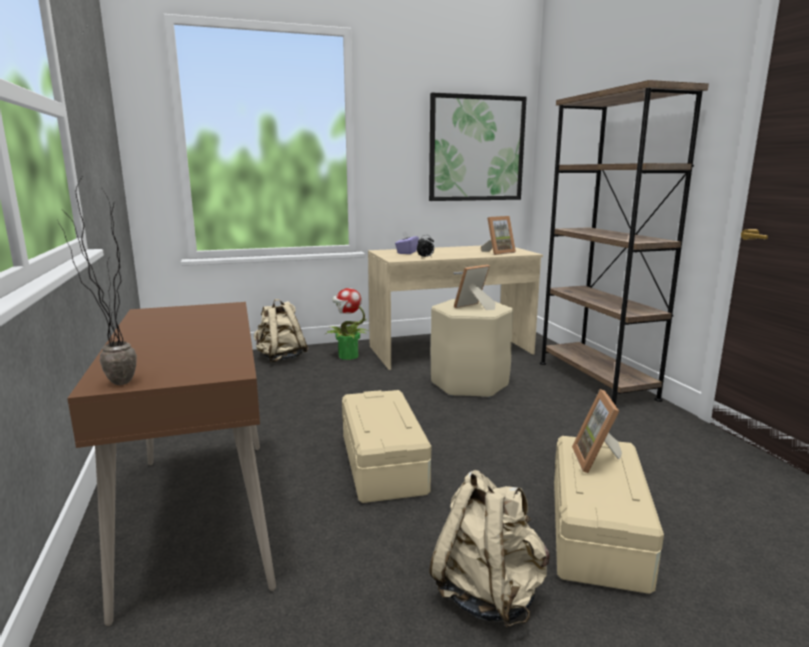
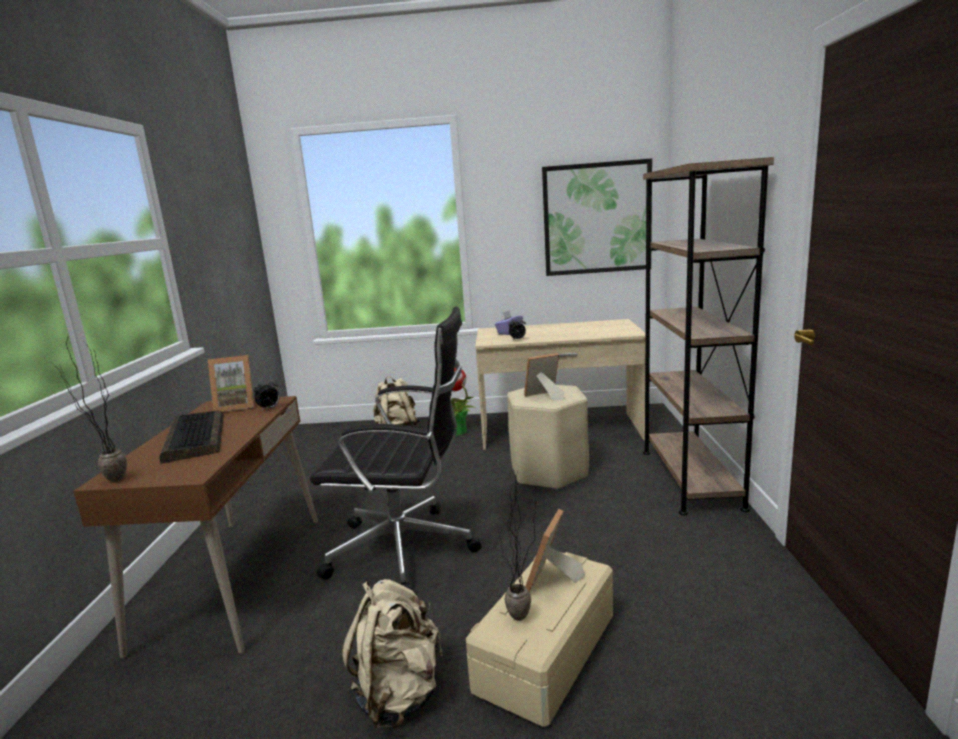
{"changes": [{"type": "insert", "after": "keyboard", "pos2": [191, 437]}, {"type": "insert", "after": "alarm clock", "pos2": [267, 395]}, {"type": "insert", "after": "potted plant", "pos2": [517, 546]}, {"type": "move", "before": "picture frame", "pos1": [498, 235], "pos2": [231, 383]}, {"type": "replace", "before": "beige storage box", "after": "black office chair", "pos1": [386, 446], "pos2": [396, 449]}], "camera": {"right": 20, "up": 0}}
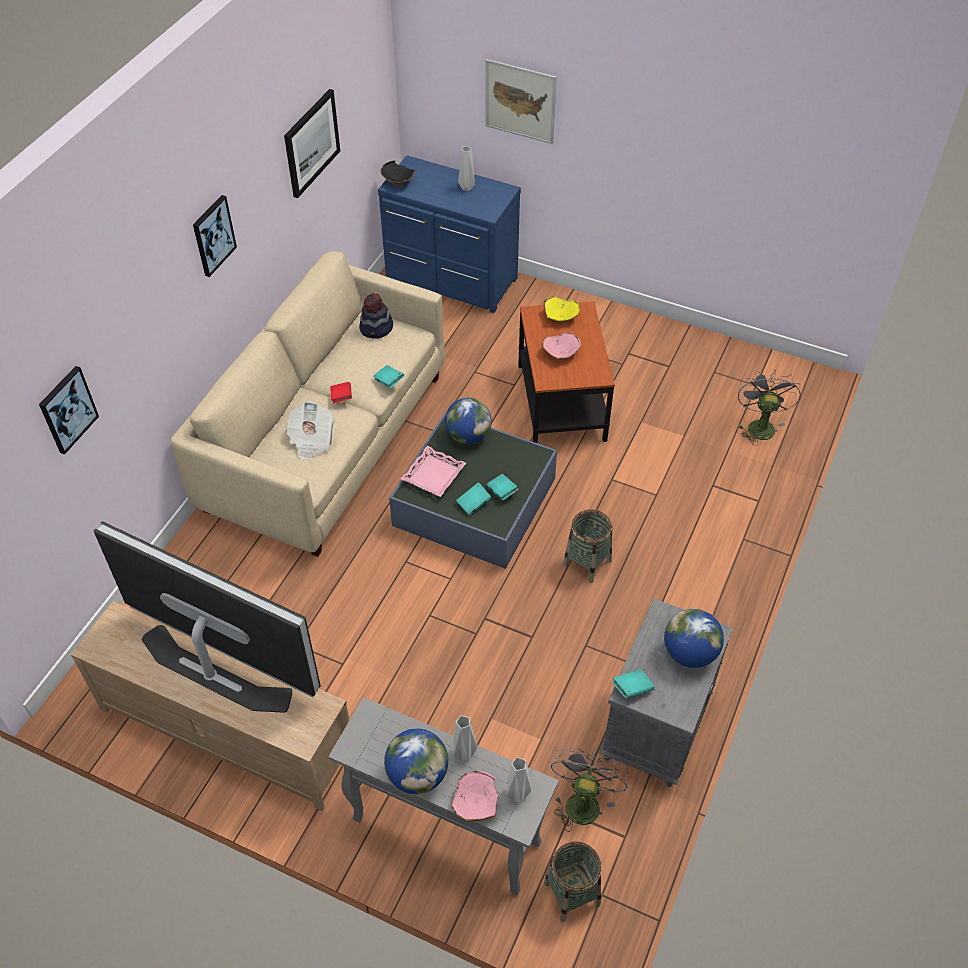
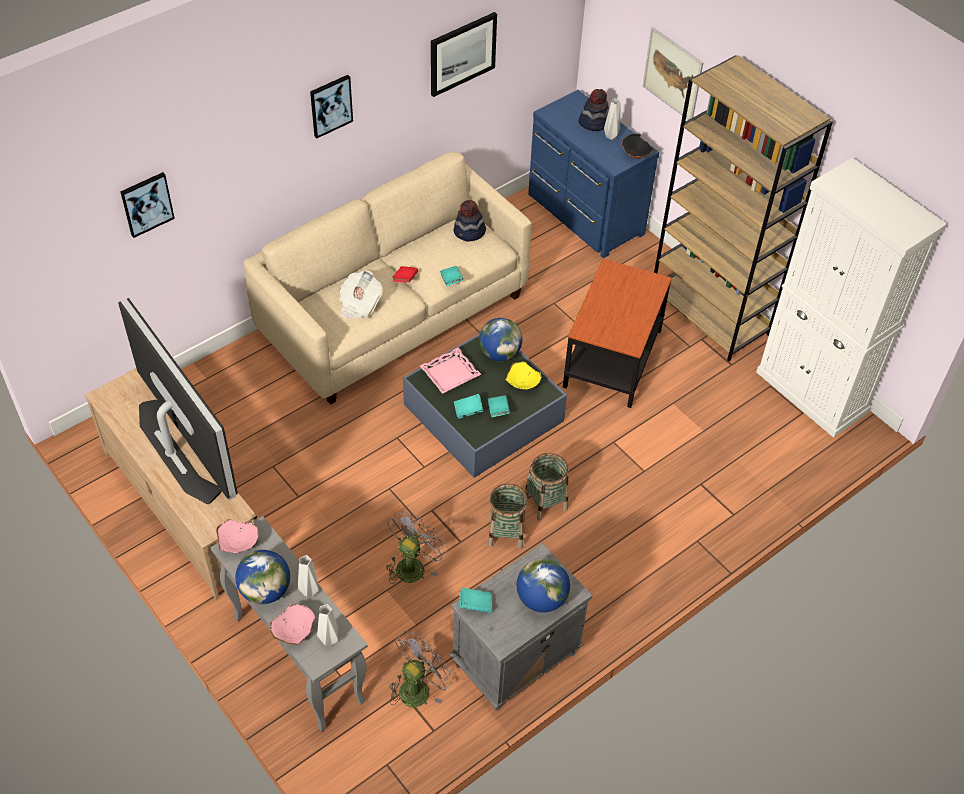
{"changes": [{"type": "insert", "after": "hat", "pos2": [593, 110]}, {"type": "insert", "after": "brown bookcase", "pos2": [743, 208]}, {"type": "insert", "after": "white cabinet", "pos2": [851, 298]}, {"type": "move", "before": "black bowl", "pos1": [398, 173], "pos2": [637, 146]}, {"type": "move", "before": "pink bowl", "pos1": [561, 346], "pos2": [237, 536]}, {"type": "move", "before": "yellow bowl", "pos1": [561, 309], "pos2": [523, 375]}, {"type": "move", "before": "basket", "pos1": [573, 881], "pos2": [508, 516]}, {"type": "move", "before": "grey fan", "pos1": [769, 408], "pos2": [416, 547]}], "camera": {"right": 25, "up": 0}}
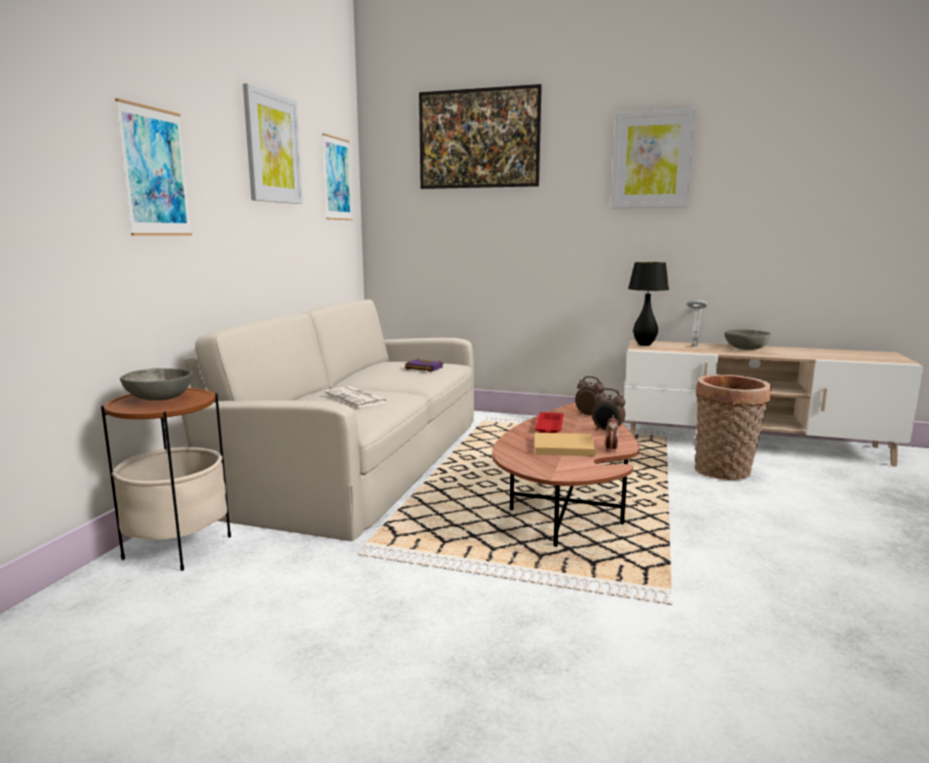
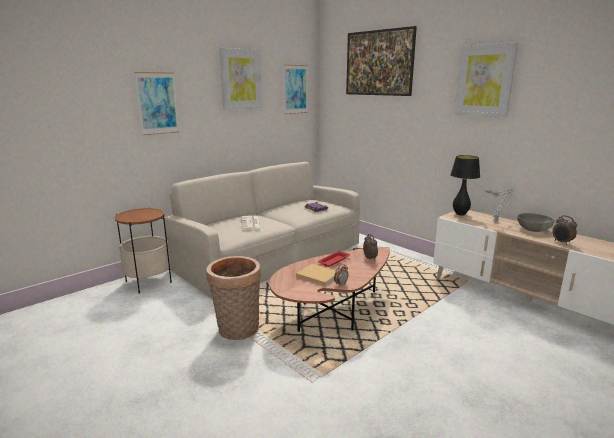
{"changes": [{"type": "delete", "before": "grey bowl", "pos1": [156, 384]}, {"type": "move", "before": "alarm clock", "pos1": [608, 409], "pos2": [565, 230]}, {"type": "move", "before": "basket", "pos1": [733, 427], "pos2": [233, 298]}], "camera": {"right": 30, "up": 5}}
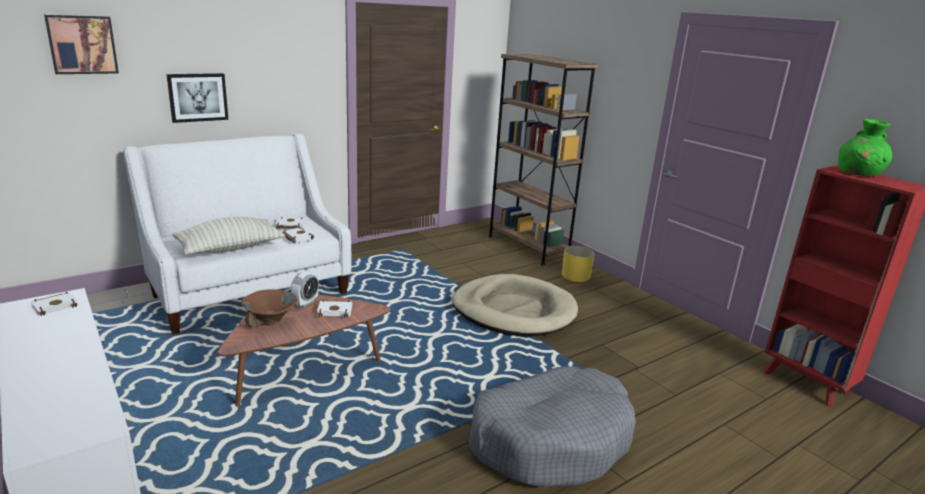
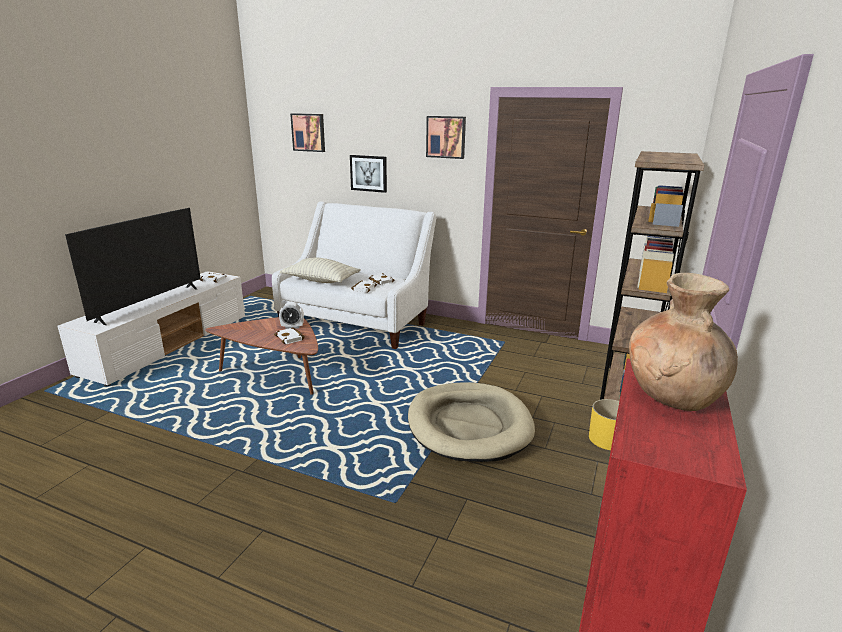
{"changes": [{"type": "delete", "before": "brown bowl", "pos1": [269, 308]}, {"type": "delete", "before": "grey dog bed", "pos1": [552, 427]}, {"type": "insert", "after": "television", "pos2": [133, 266]}, {"type": "insert", "after": "picture", "pos2": [446, 137]}, {"type": "recolor", "before": "green vase", "after": "brown vase", "pos1": [865, 148], "pos2": [683, 342]}], "camera": {"right": 60, "up": 0}}
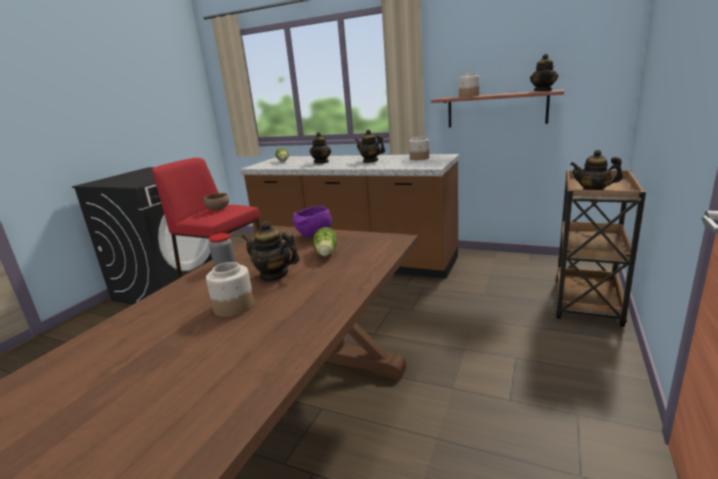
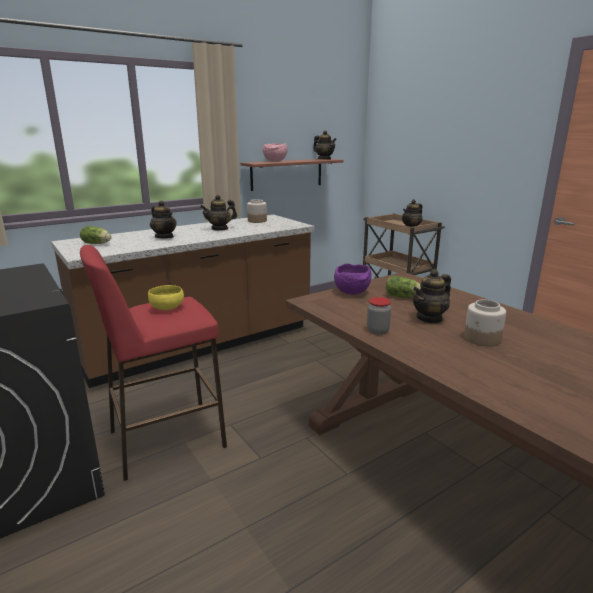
{"changes": [{"type": "replace", "before": "jar", "after": "pink bowl", "pos1": [469, 85], "pos2": [275, 152]}, {"type": "recolor", "before": "brown bowl", "after": "yellow bowl", "pos1": [216, 201], "pos2": [166, 297]}], "camera": {"right": -60, "up": 0}}
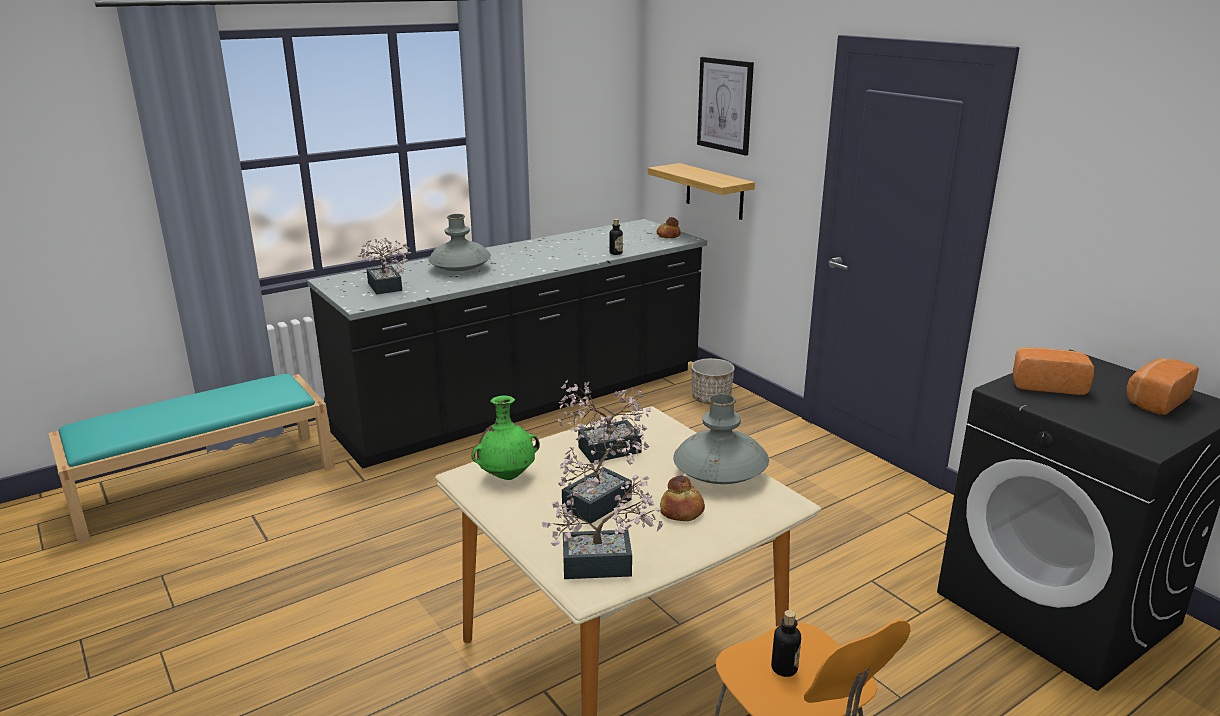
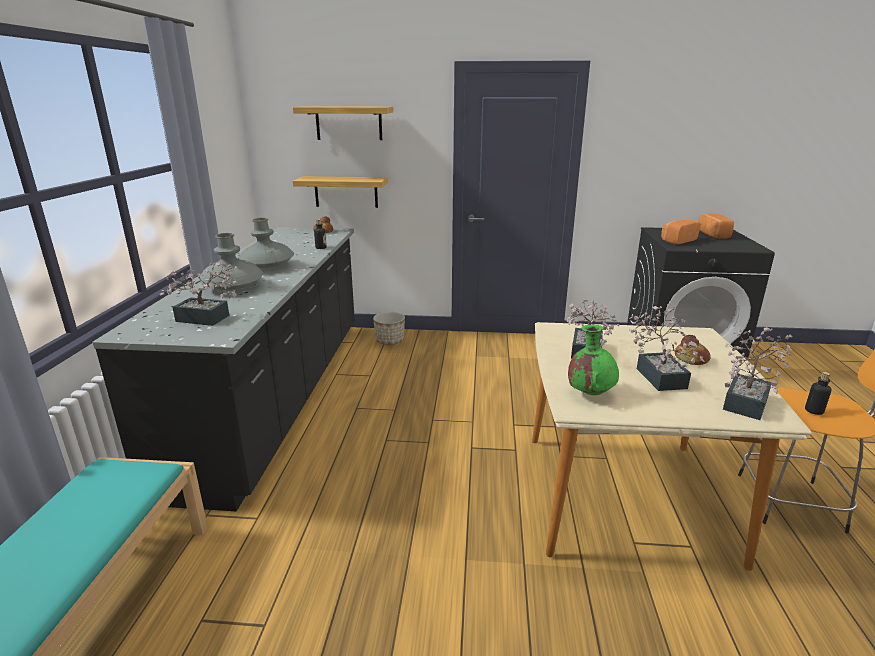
{"changes": [{"type": "move", "before": "grey vase", "pos1": [721, 438], "pos2": [266, 243]}, {"type": "replace", "before": "picture", "after": "shelf", "pos1": [725, 106], "pos2": [343, 123]}], "camera": {"right": -50, "up": 0}}
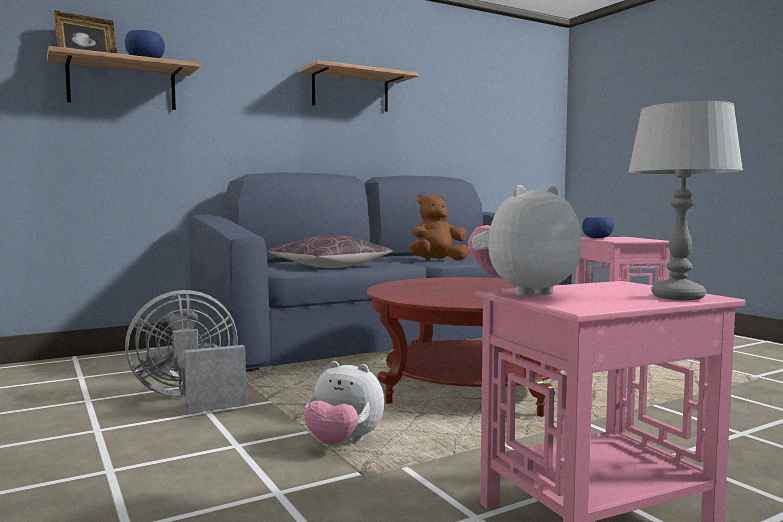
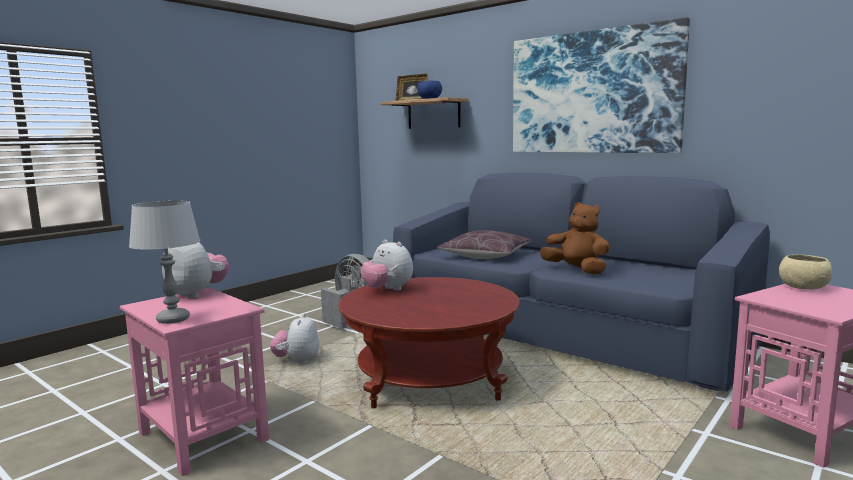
{"changes": [{"type": "insert", "after": "plush toy", "pos2": [387, 265]}, {"type": "replace", "before": "shelf", "after": "picture", "pos1": [359, 86], "pos2": [601, 85]}, {"type": "recolor", "before": "blue bowl", "after": "beige bowl", "pos1": [598, 227], "pos2": [805, 272]}], "camera": {"right": 70, "up": 5}}
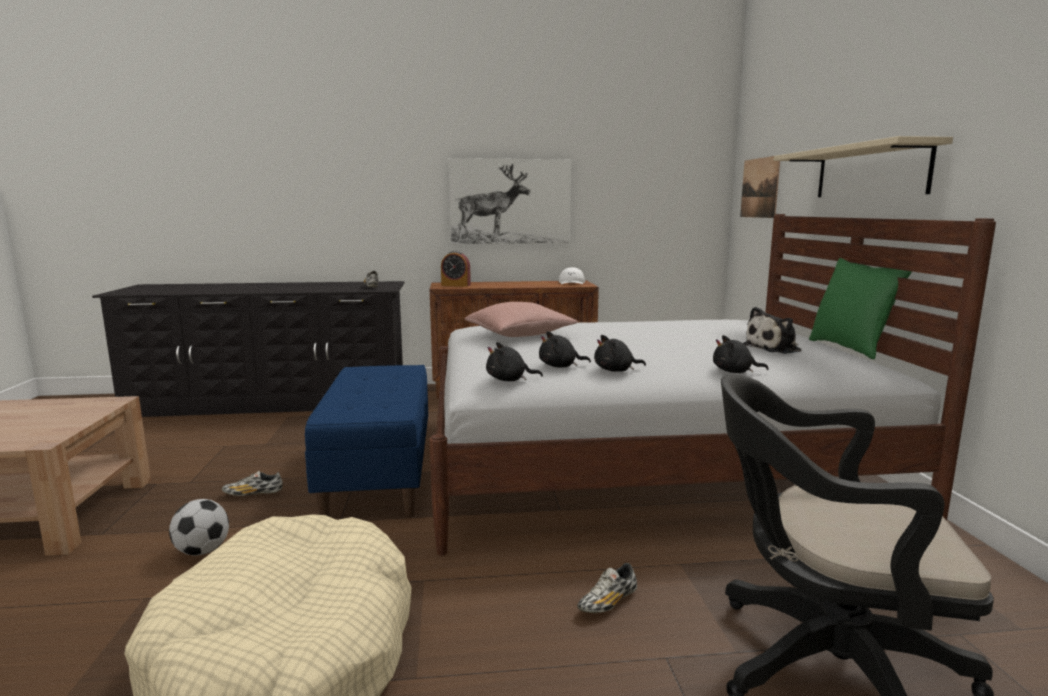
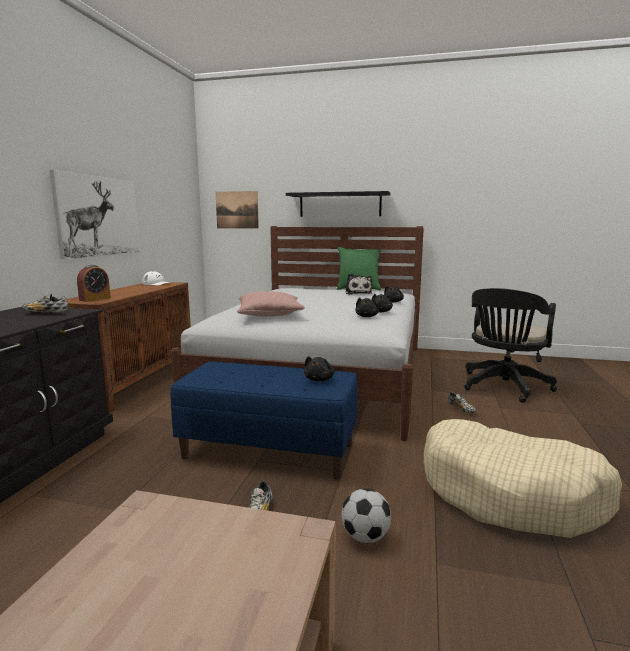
{"changes": [{"type": "move", "before": "black plush toy", "pos1": [514, 361], "pos2": [319, 368]}, {"type": "recolor", "before": "beige shelf", "after": "black shelf", "pos1": [863, 166], "pos2": [338, 204]}], "camera": {"right": -70, "up": 0}}
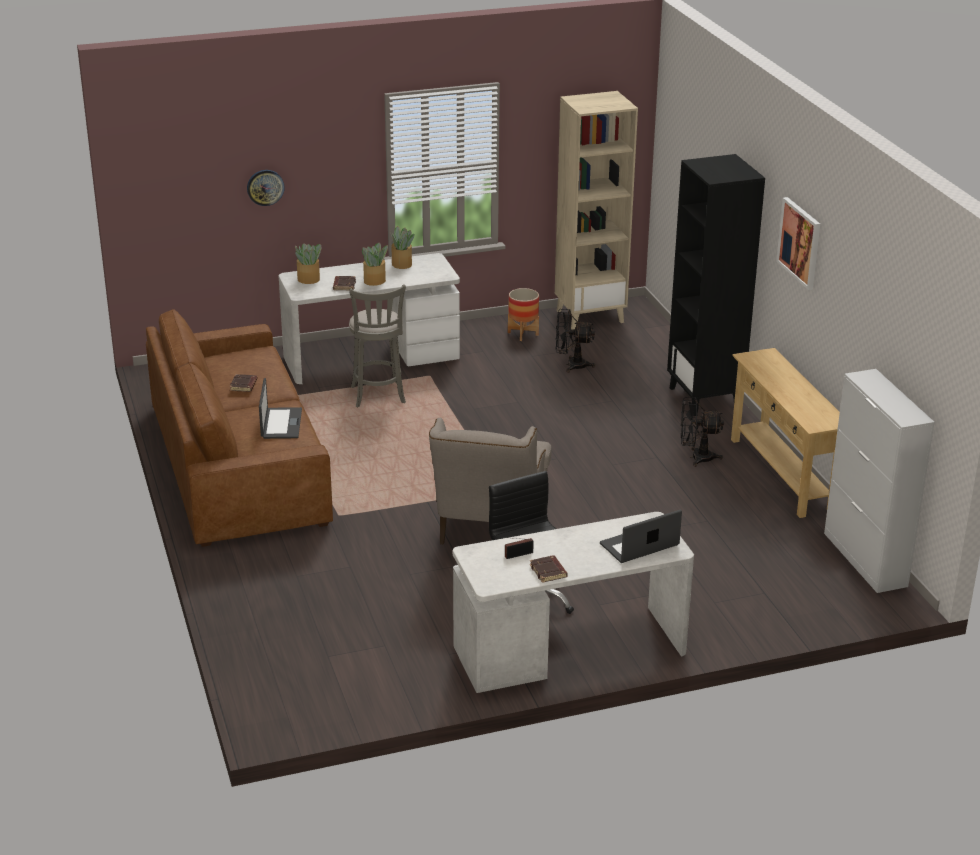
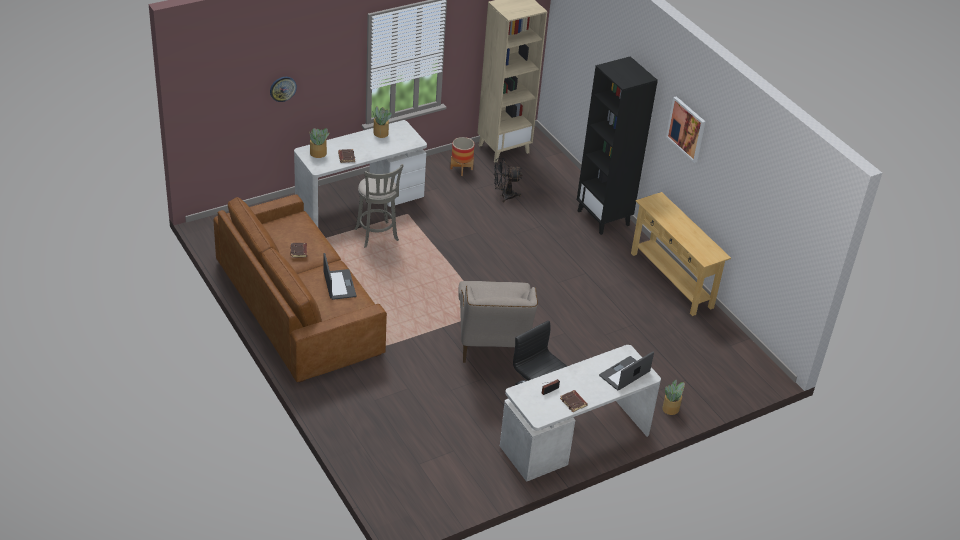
{"changes": [{"type": "delete", "before": "black fan", "pos1": [702, 432]}, {"type": "delete", "before": "white cabinet", "pos1": [879, 481]}, {"type": "move", "before": "potted plant", "pos1": [375, 264], "pos2": [673, 397]}], "camera": {"right": -15, "up": 10}}
